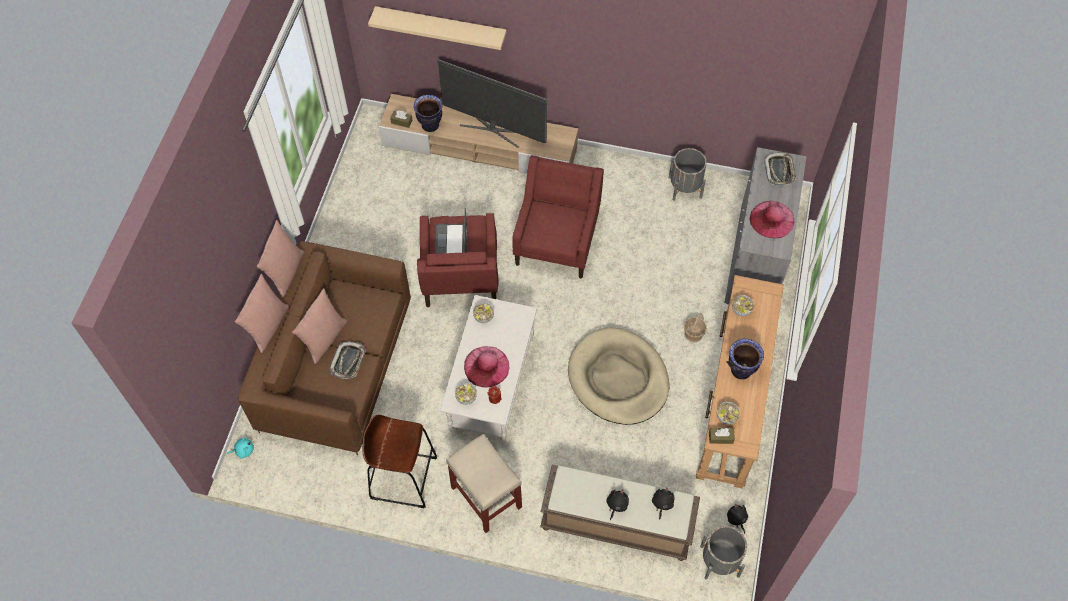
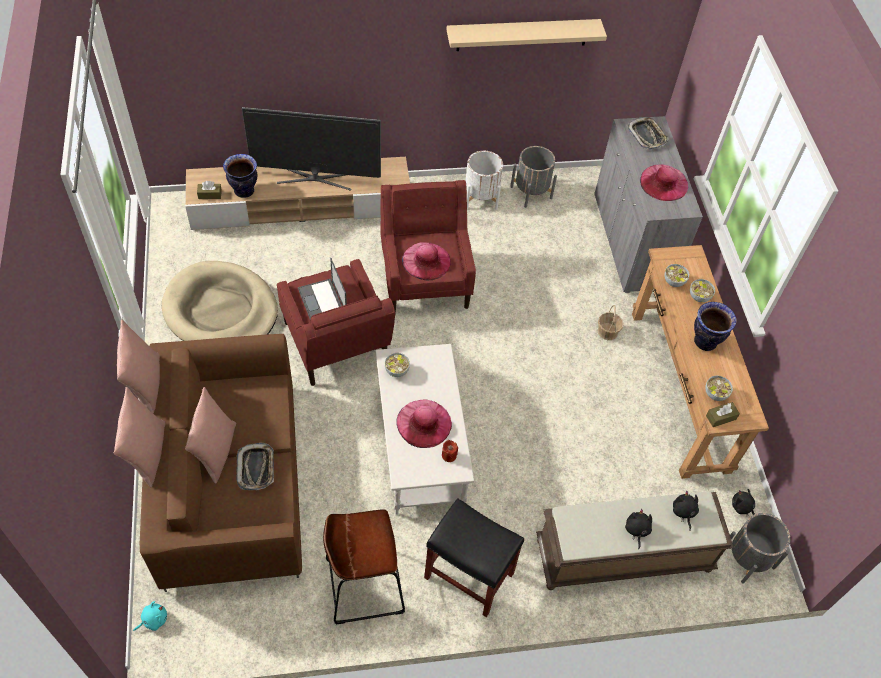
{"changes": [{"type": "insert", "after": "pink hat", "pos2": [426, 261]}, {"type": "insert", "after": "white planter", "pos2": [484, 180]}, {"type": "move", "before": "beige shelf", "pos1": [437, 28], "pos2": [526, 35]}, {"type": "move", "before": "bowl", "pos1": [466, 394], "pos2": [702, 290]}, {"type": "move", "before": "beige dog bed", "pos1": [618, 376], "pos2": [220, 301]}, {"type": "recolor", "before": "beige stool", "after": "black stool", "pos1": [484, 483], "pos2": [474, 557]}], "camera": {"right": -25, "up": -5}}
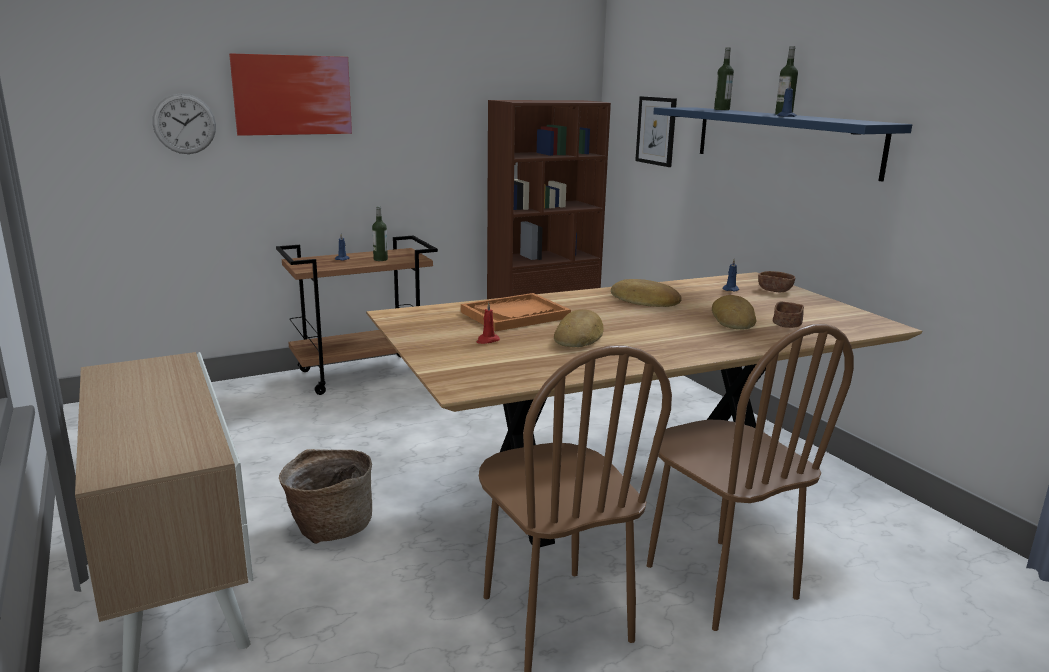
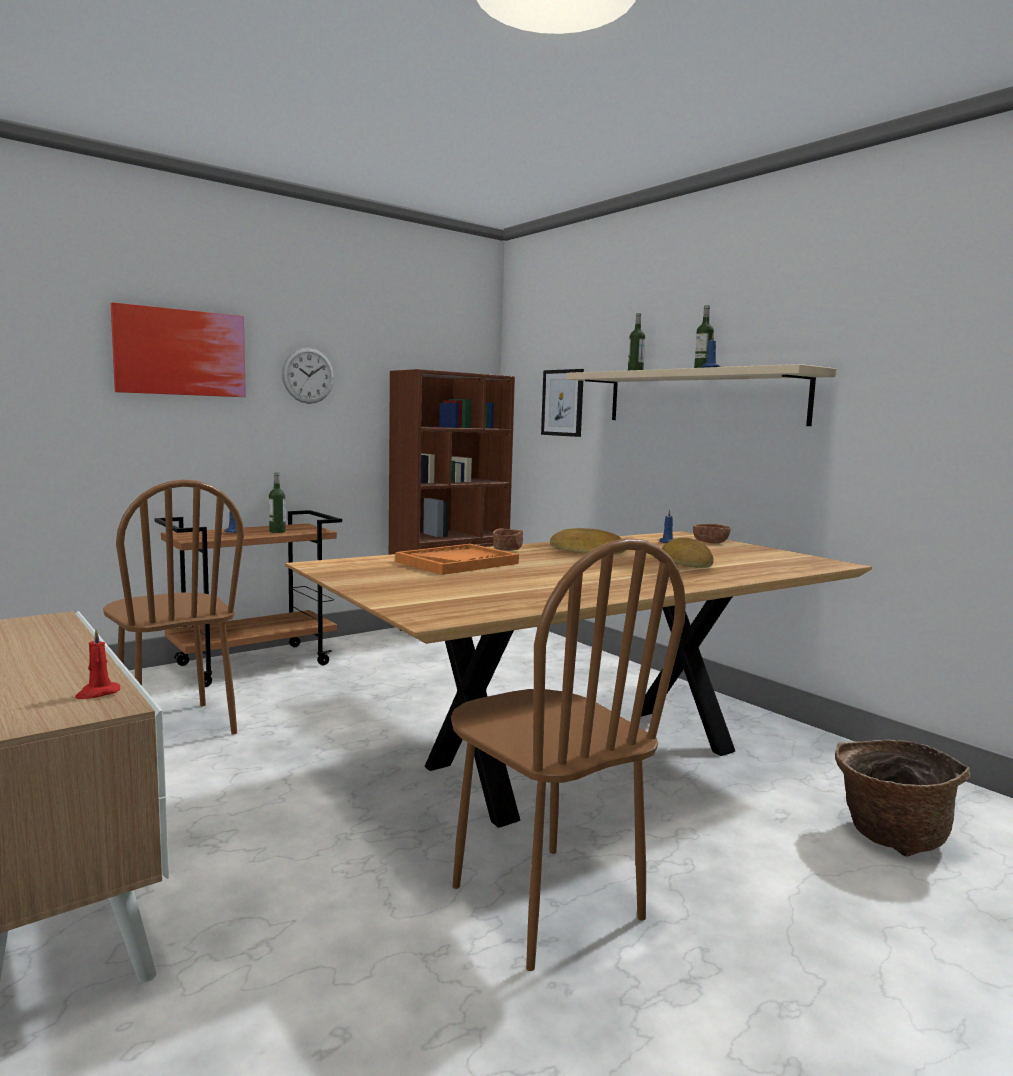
{"changes": [{"type": "delete", "before": "bread", "pos1": [579, 328]}, {"type": "move", "before": "wall clock", "pos1": [184, 124], "pos2": [308, 375]}, {"type": "move", "before": "basket", "pos1": [325, 496], "pos2": [902, 798]}, {"type": "move", "before": "red candle", "pos1": [488, 323], "pos2": [97, 664]}, {"type": "move", "before": "brown chair", "pos1": [750, 477], "pos2": [173, 607]}, {"type": "move", "before": "brown bowl", "pos1": [788, 315], "pos2": [508, 539]}, {"type": "recolor", "before": "blue shelf", "after": "beige shelf", "pos1": [782, 144], "pos2": [701, 395]}], "camera": {"right": -10, "up": -10}}
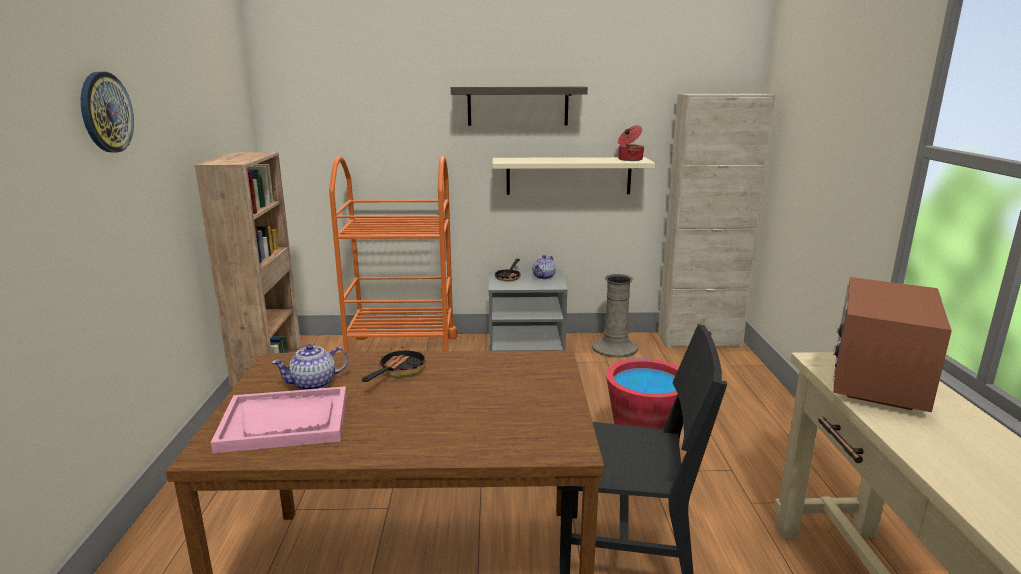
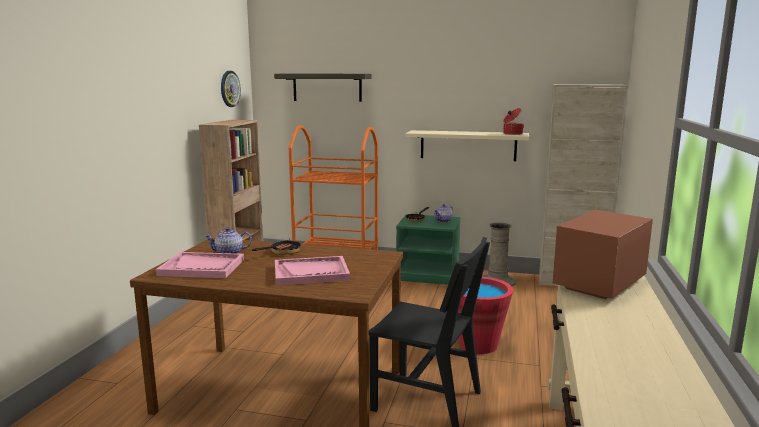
{"changes": [{"type": "insert", "after": "pink tray", "pos2": [312, 271]}, {"type": "move", "before": "wall clock", "pos1": [107, 112], "pos2": [231, 89]}, {"type": "move", "before": "shelf", "pos1": [519, 106], "pos2": [323, 88]}, {"type": "recolor", "before": "grey nightstand", "after": "green nightstand", "pos1": [528, 310], "pos2": [428, 249]}], "camera": {"right": 15, "up": -5}}
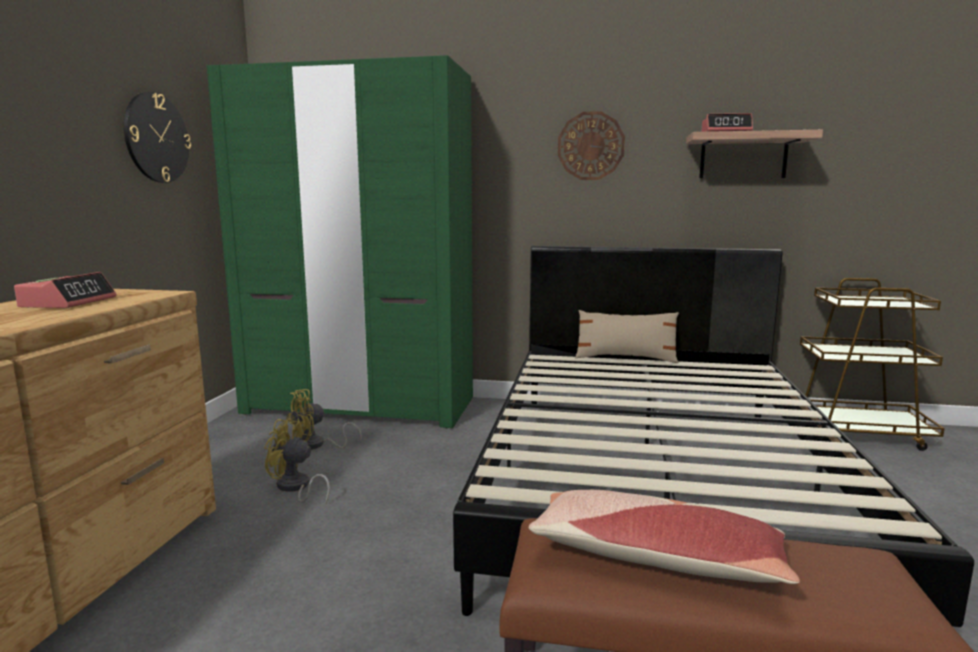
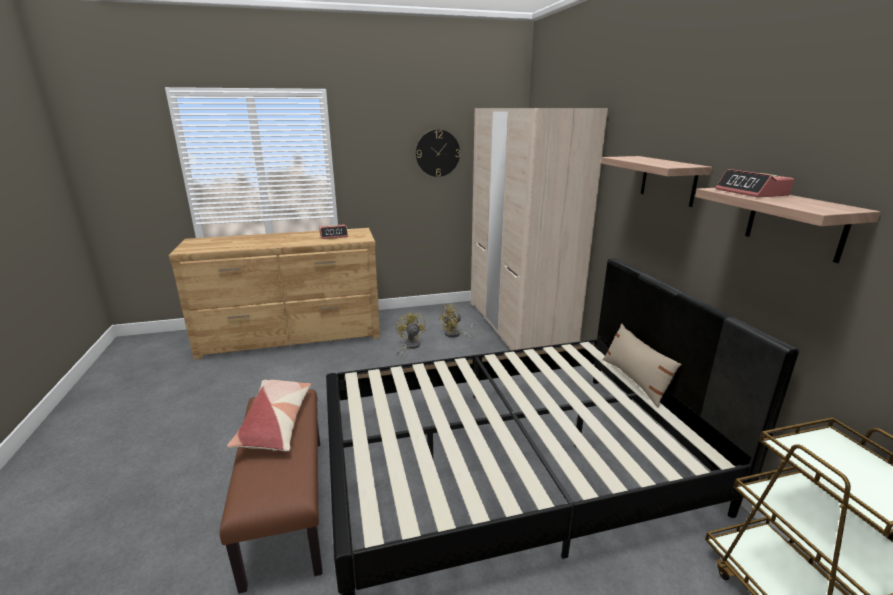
{"changes": [{"type": "replace", "before": "wall clock", "after": "shelf", "pos1": [591, 145], "pos2": [656, 181]}, {"type": "recolor", "before": "green wardrobe", "after": "beige wardrobe", "pos1": [340, 242], "pos2": [539, 229]}, {"type": "rotate", "before": "yellow fan", "pos1": [324, 419], "pos2": [460, 321], "turn": -60}], "camera": {"right": 65, "up": 10}}
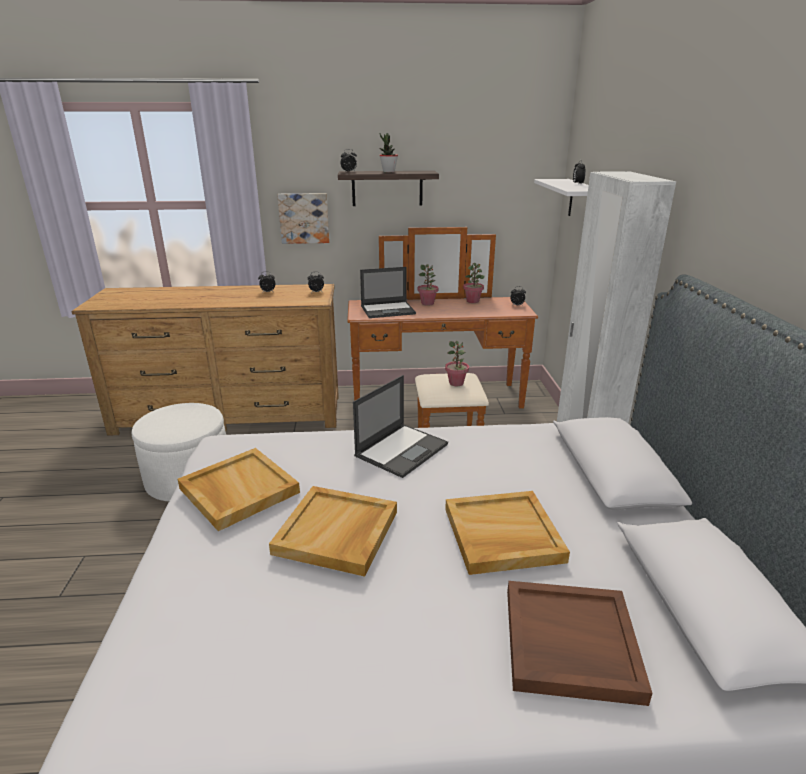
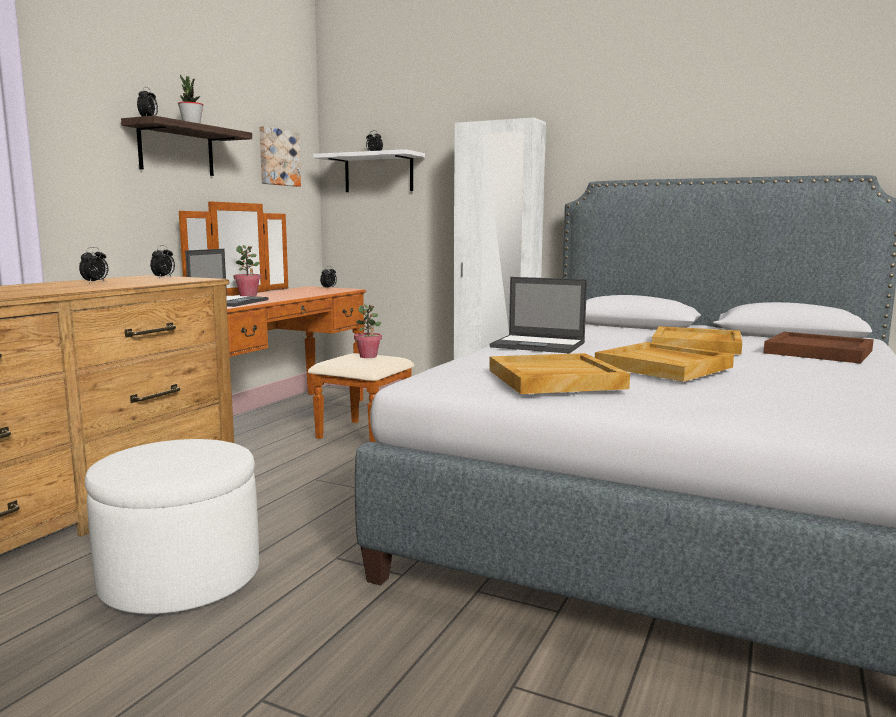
{"changes": [{"type": "delete", "before": "potted plant", "pos1": [474, 283]}, {"type": "move", "before": "picture", "pos1": [303, 218], "pos2": [280, 156]}, {"type": "rotate", "before": "laptop", "pos1": [400, 426], "pos2": [538, 315], "turn": 135}], "camera": {"right": -60, "up": -15}}
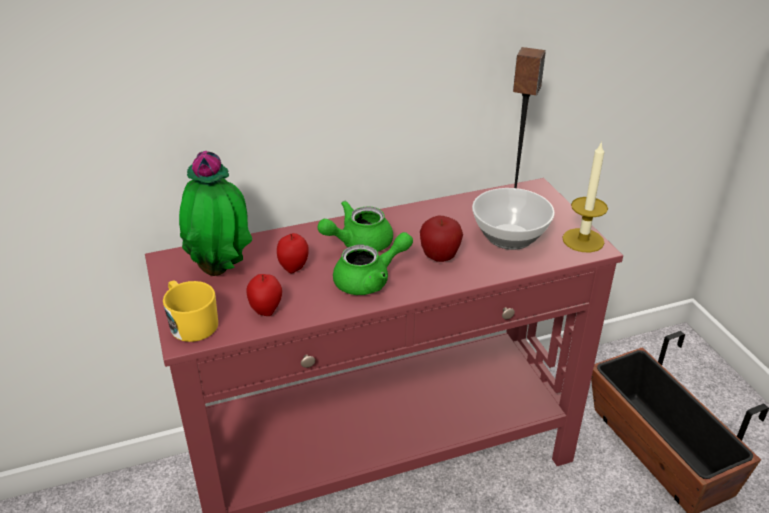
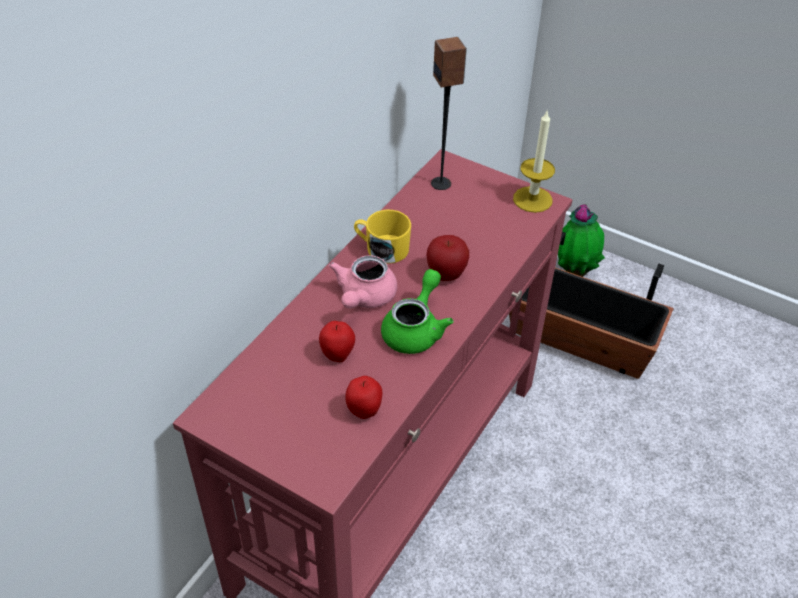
{"changes": [{"type": "delete", "before": "bowl", "pos1": [513, 219]}, {"type": "move", "before": "yellow mug", "pos1": [190, 311], "pos2": [382, 237]}, {"type": "move", "before": "potted plant", "pos1": [215, 213], "pos2": [581, 240]}, {"type": "recolor", "before": "green teapot", "after": "pink teapot", "pos1": [355, 226], "pos2": [363, 282]}], "camera": {"right": -40, "up": 10}}
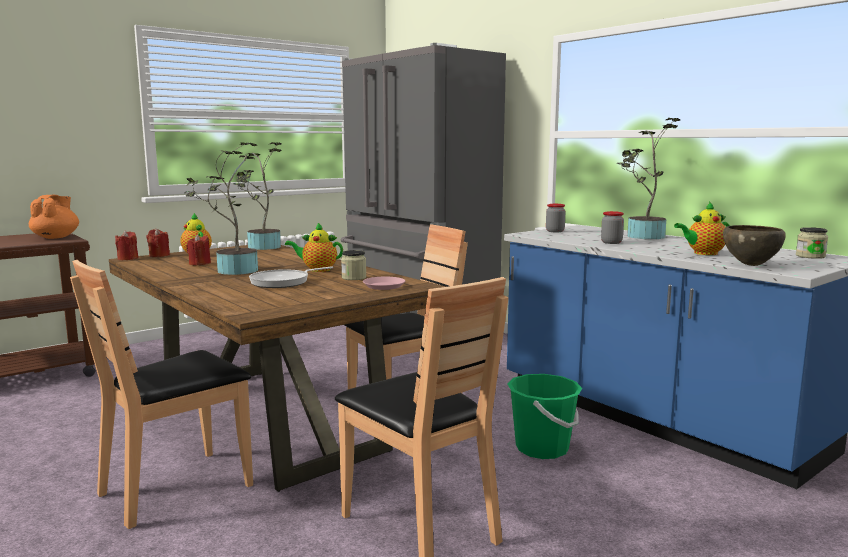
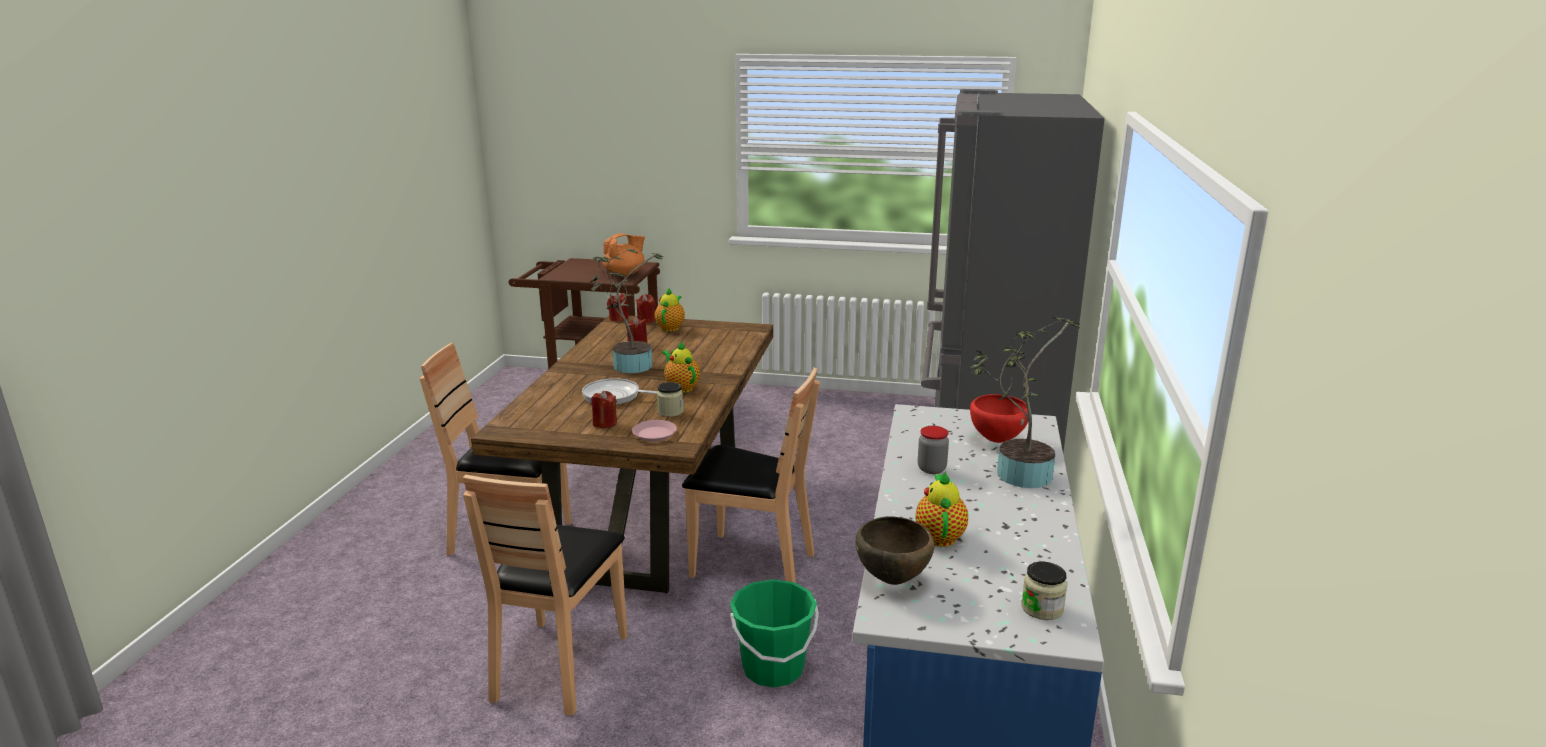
{"changes": [{"type": "delete", "before": "potted plant", "pos1": [257, 196]}, {"type": "delete", "before": "jar", "pos1": [556, 218]}, {"type": "insert", "after": "red candle", "pos2": [604, 409]}, {"type": "insert", "after": "red bowl", "pos2": [999, 418]}, {"type": "rotate", "before": "teapot", "pos1": [702, 228], "pos2": [941, 509], "turn": 60}], "camera": {"right": 50, "up": 10}}
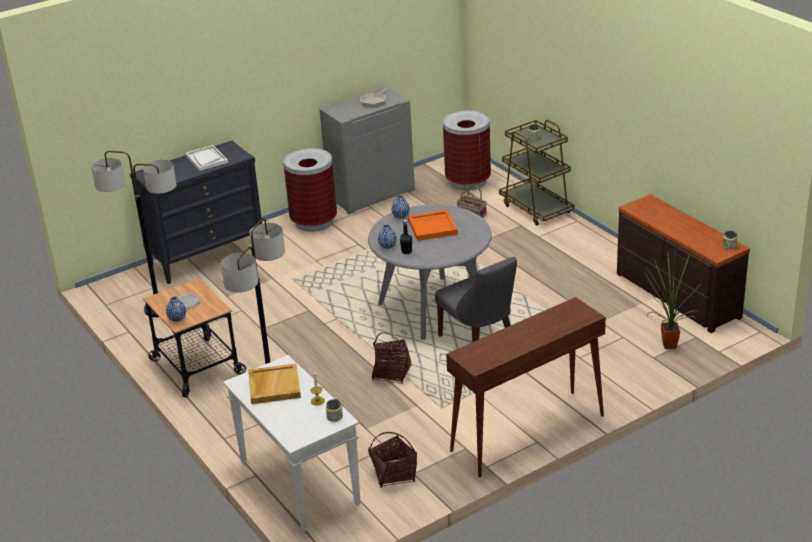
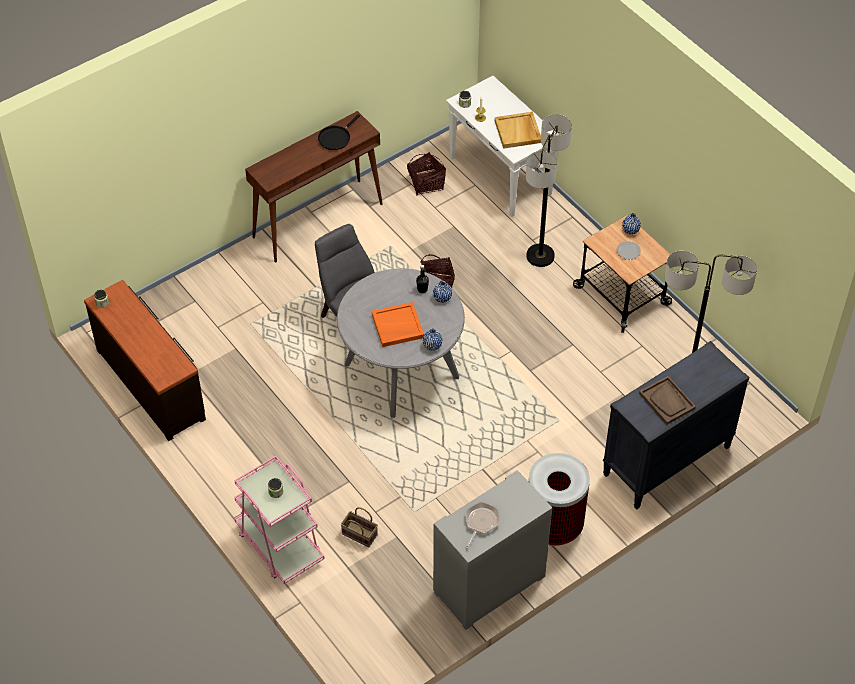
{"changes": [{"type": "delete", "before": "trash can", "pos1": [467, 150]}, {"type": "delete", "before": "potted plant", "pos1": [673, 298]}, {"type": "insert", "after": "black frying pan", "pos2": [339, 132]}, {"type": "recolor", "before": "white tray", "after": "brown tray", "pos1": [206, 158], "pos2": [667, 400]}, {"type": "recolor", "before": "brown cart", "after": "pink cart", "pos1": [536, 173], "pos2": [279, 520]}], "camera": {"right": 175, "up": 20}}
